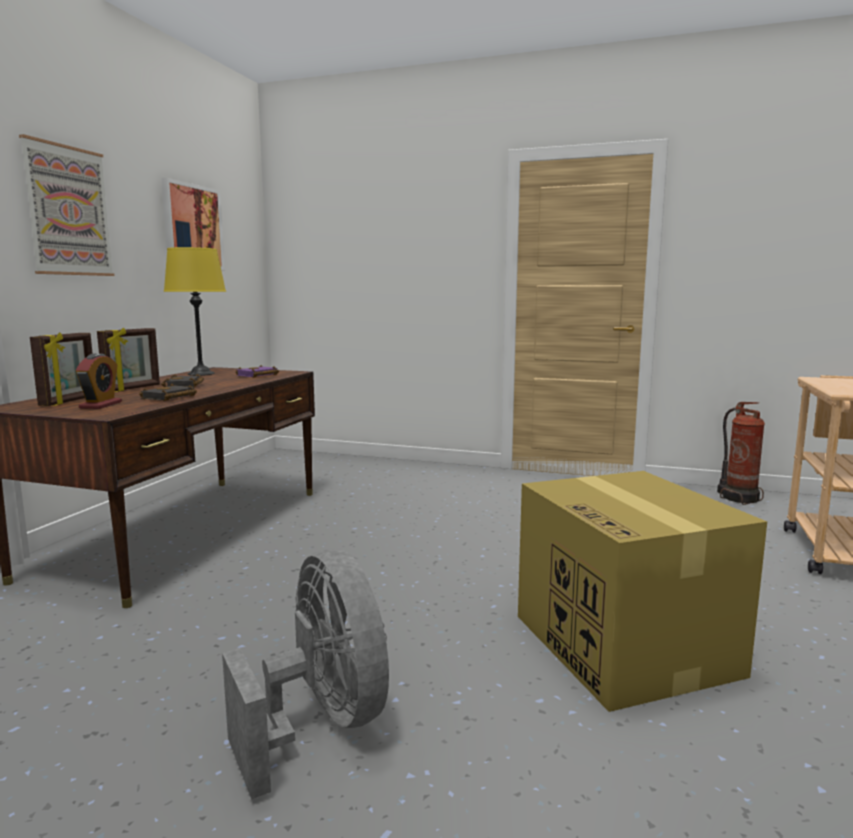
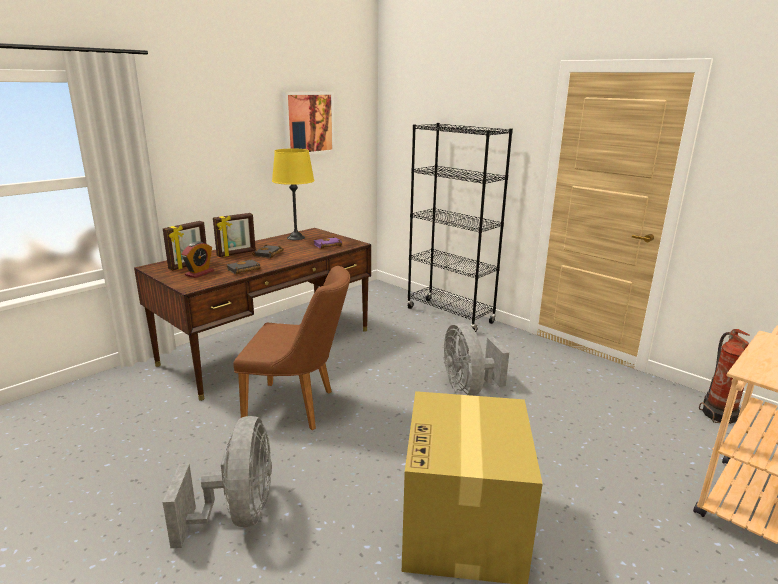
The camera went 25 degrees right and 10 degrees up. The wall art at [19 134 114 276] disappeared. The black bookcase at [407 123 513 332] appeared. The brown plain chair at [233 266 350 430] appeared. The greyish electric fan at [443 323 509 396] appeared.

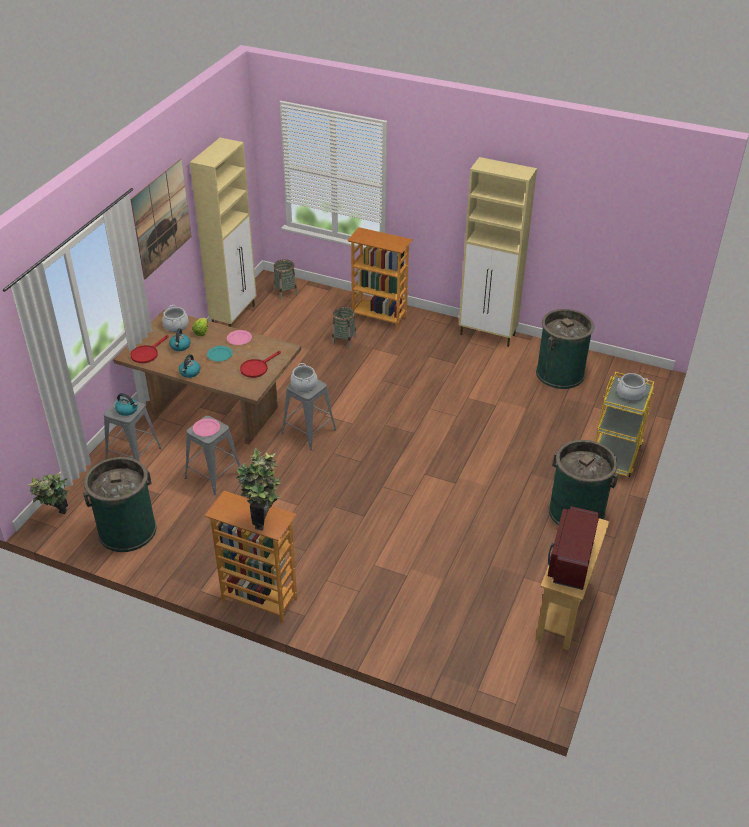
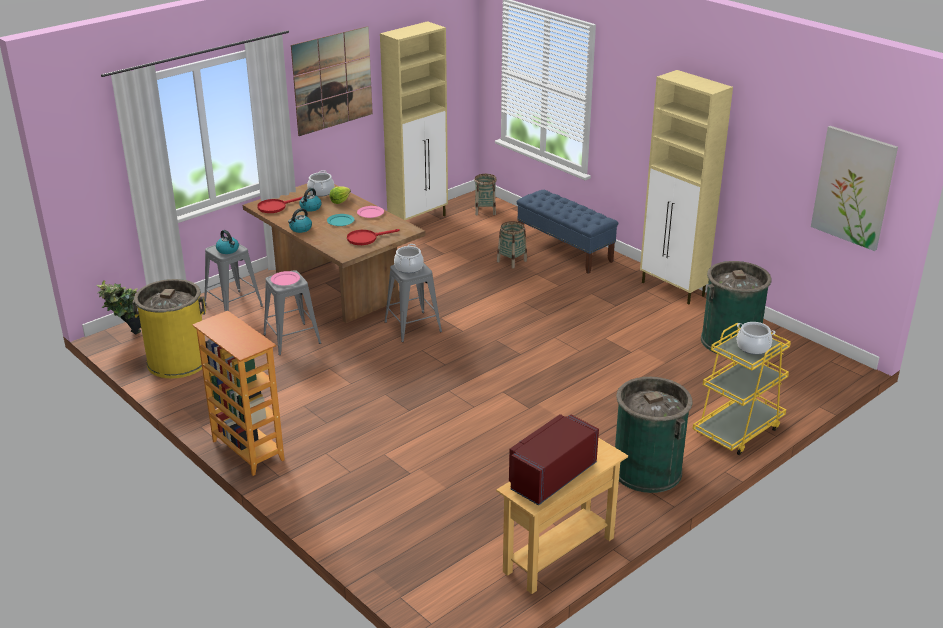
The camera went 25 degrees right and 10 degrees down. The bookcase at [348 227 413 331] was replaced by the blue-coloured long seat at [517 190 618 274]. The potted plant at [236 448 281 531] disappeared. The greenish waste bin at [83 457 156 552] became the yellowish waste bin at [132 279 208 378]. The wall art at [811 126 898 251] appeared.

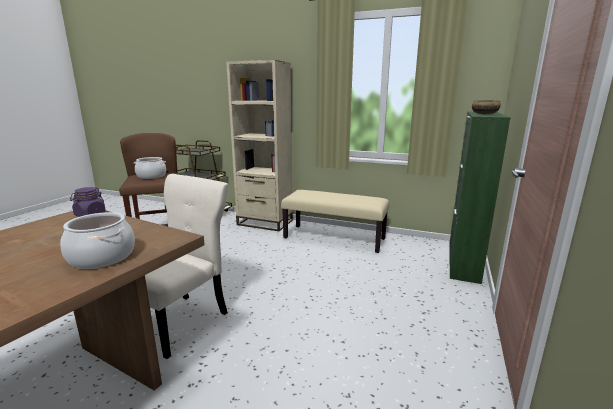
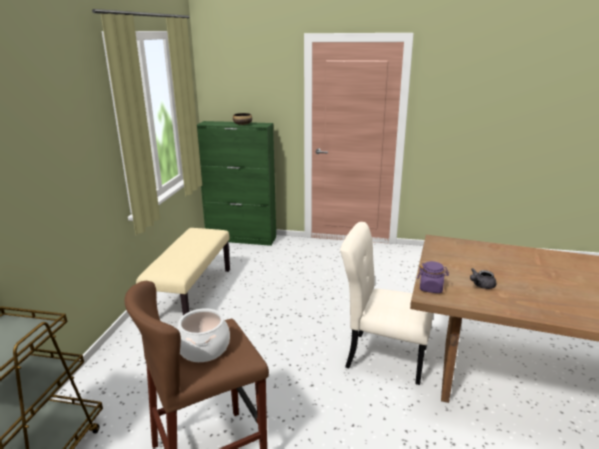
The camera went 100 degrees left and 5 degrees up. The beige-coloured bookcase at [226 60 293 231] disappeared. The cooking pot at [60 212 135 269] disappeared. The greyish tea pot at [470 268 496 289] appeared.

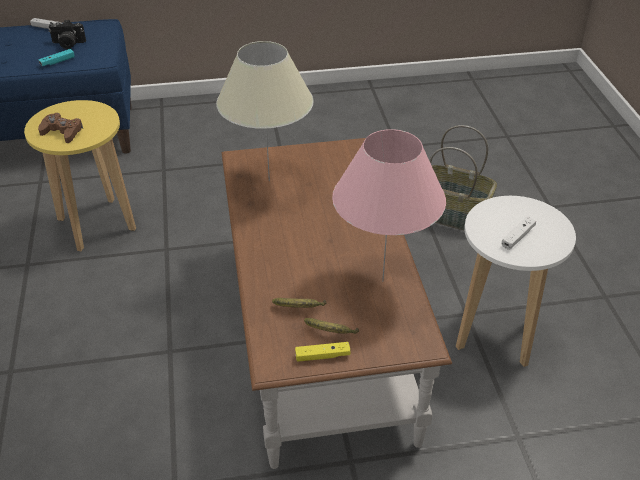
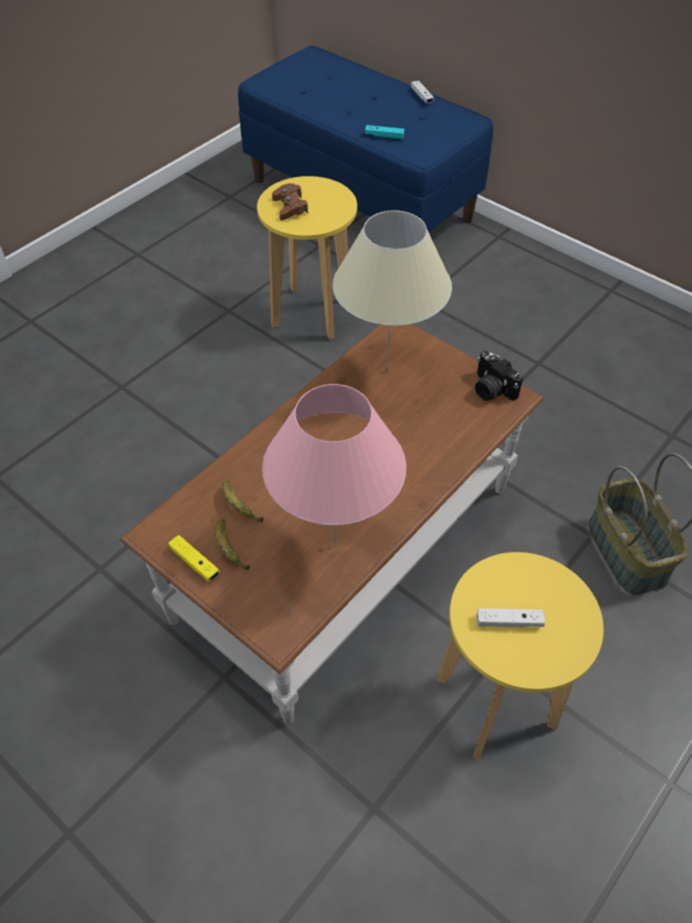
The camera went 50 degrees right and 10 degrees up. The photo camera moved from [49 20 86 49] to [475 351 523 401]. The white stool seat at [456 196 576 367] became the yellowish stool seat at [437 552 604 760].

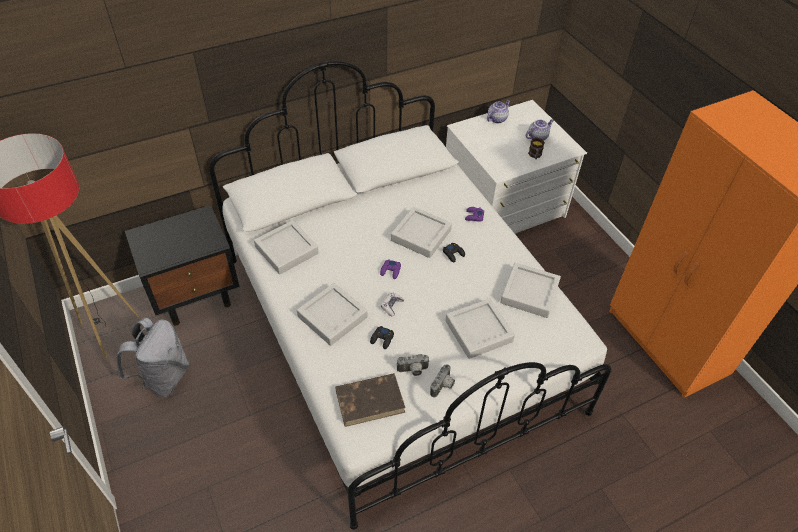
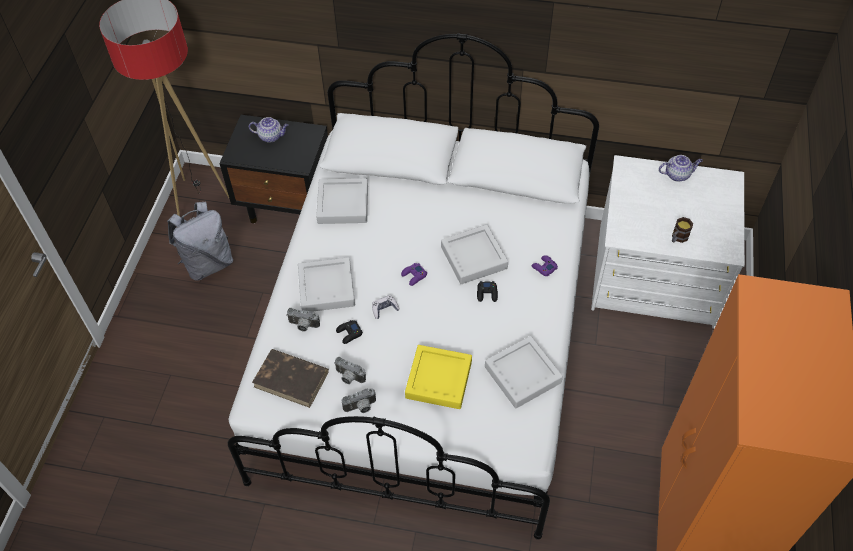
The camera went 40 degrees right and 5 degrees up. The tea pot moved from [526 119 554 141] to [249 117 288 143]. The greyish serving tray at [445 298 515 359] became the yellowish serving tray at [405 345 472 409]. The photo camera at [286 308 320 332] appeared.

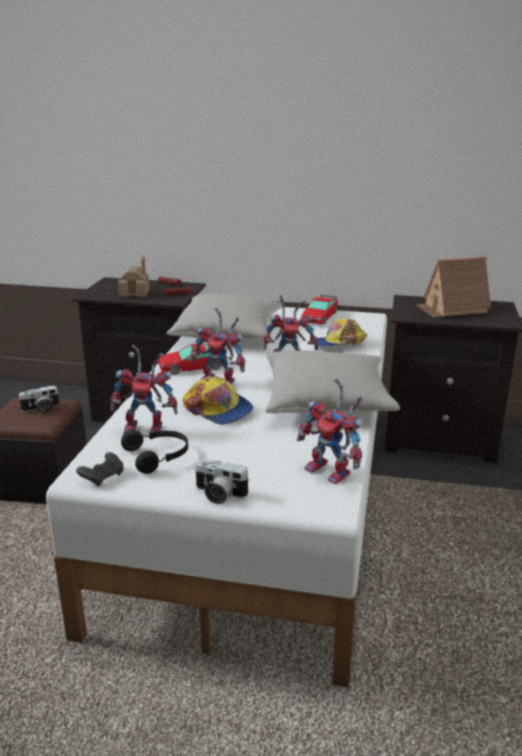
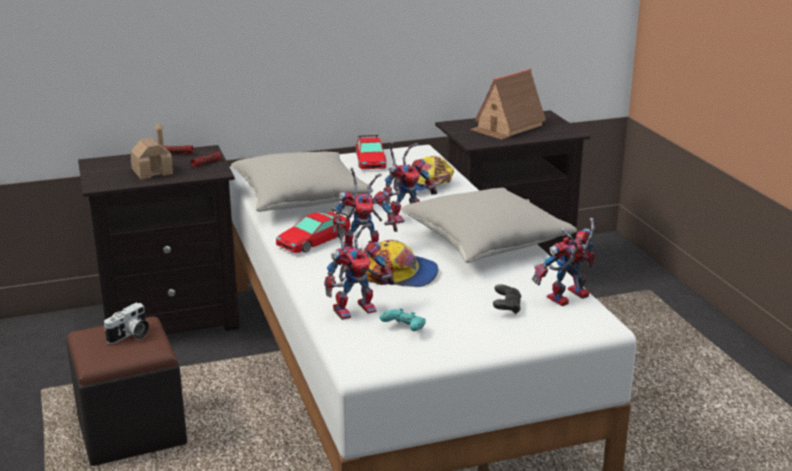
The camera went 30 degrees left and 0 degrees up. The robot figure at [297 378 364 484] turned 135 degrees clockwise. The black headphones at [121 430 188 474] was replaced by the turquoise-coloured joypad at [379 308 426 331]. The black joypad moved from [76 452 124 487] to [493 284 521 315]. The photo camera at [194 460 250 504] disappeared.

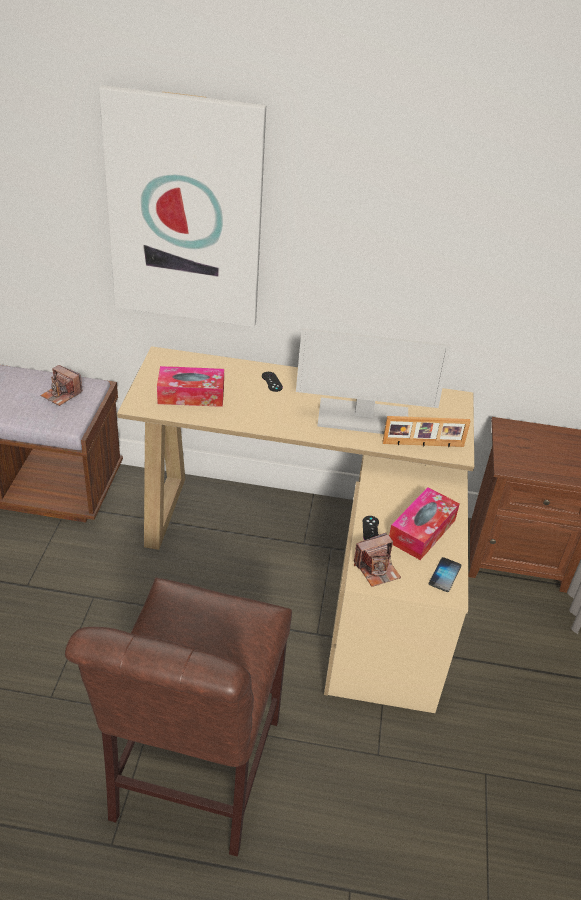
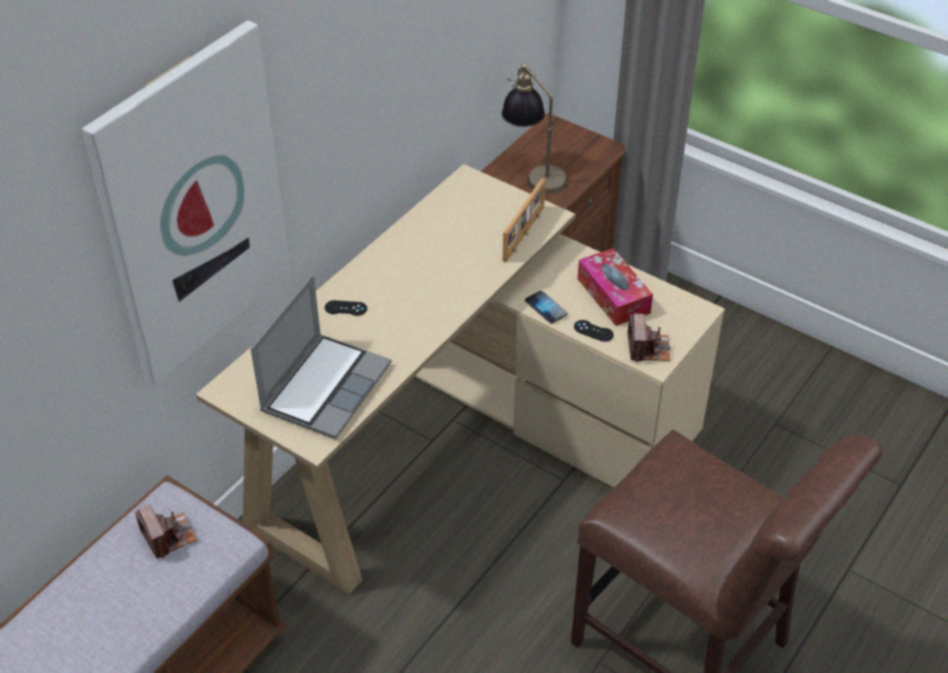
The camera went 60 degrees left and 5 degrees up. The computer display at [296 328 451 434] disappeared. The photo camera at [40 365 83 406] turned 90 degrees counterclockwise. The box of tissues at [157 366 224 407] was replaced by the portable computer at [250 275 391 439]. The phone moved from [429 557 461 592] to [525 291 568 323]. The table lamp at [502 63 568 195] appeared.

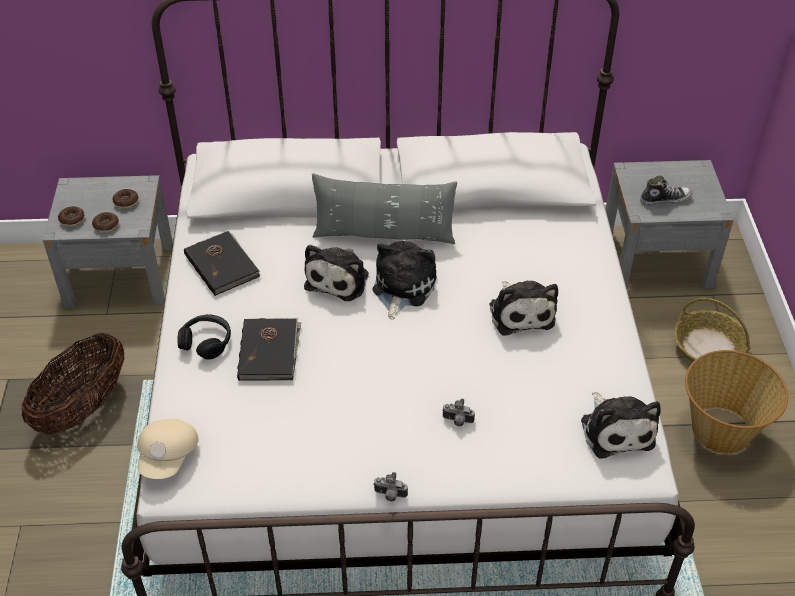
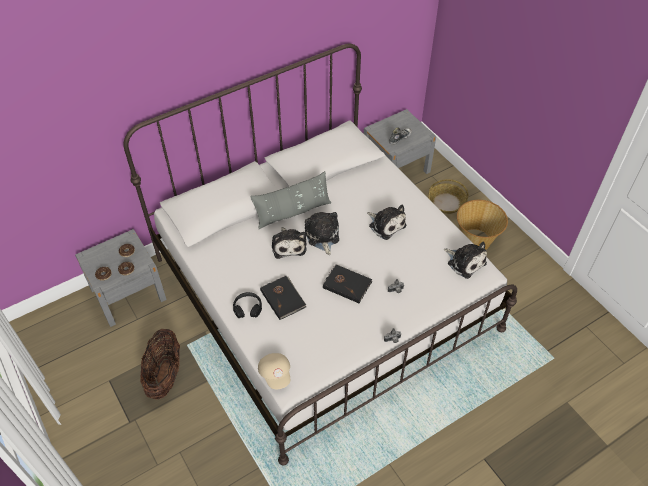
The camera went 30 degrees left and 5 degrees up. The black bound book moved from [184 230 260 296] to [323 264 373 303].

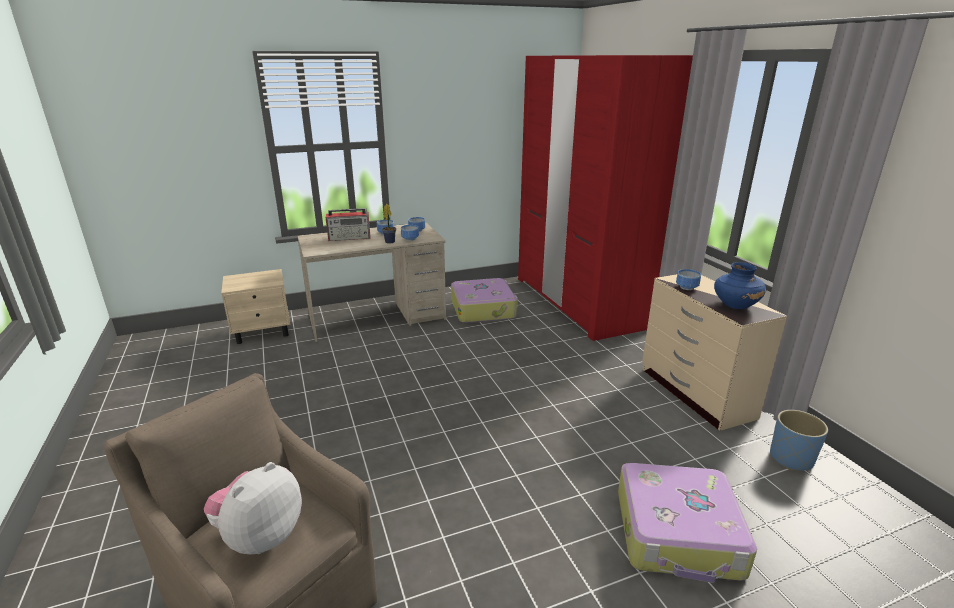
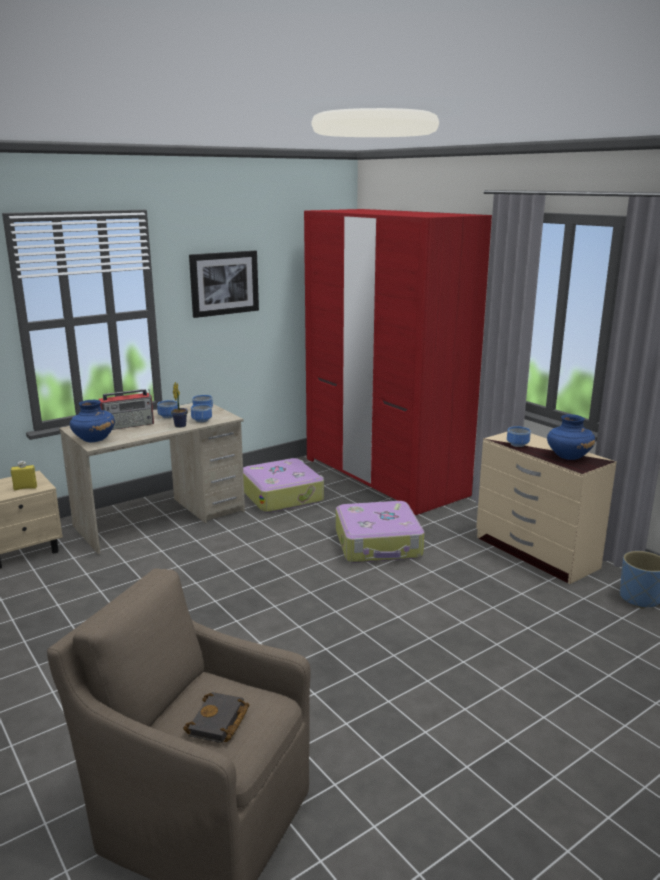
The camera went 15 degrees left and 5 degrees down. The plush toy at [204 462 302 555] was replaced by the black bound book at [183 692 250 743]. The travel case moved from [618 463 757 583] to [336 501 425 563]. The wall art at [189 251 259 318] appeared. The blue-coloured decorative vase at [70 400 115 442] appeared. The yellowish beverage bottle at [11 461 37 491] appeared.

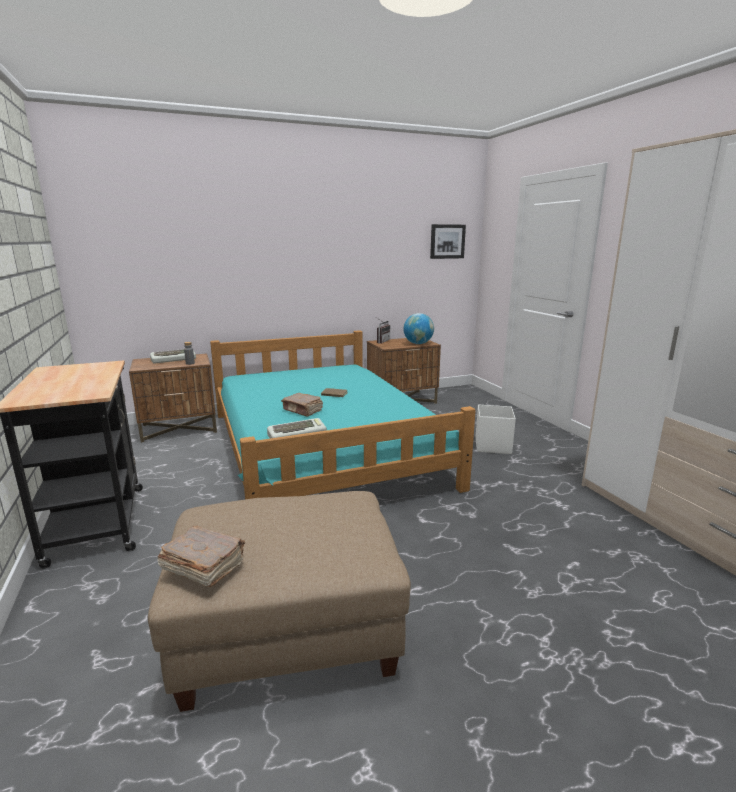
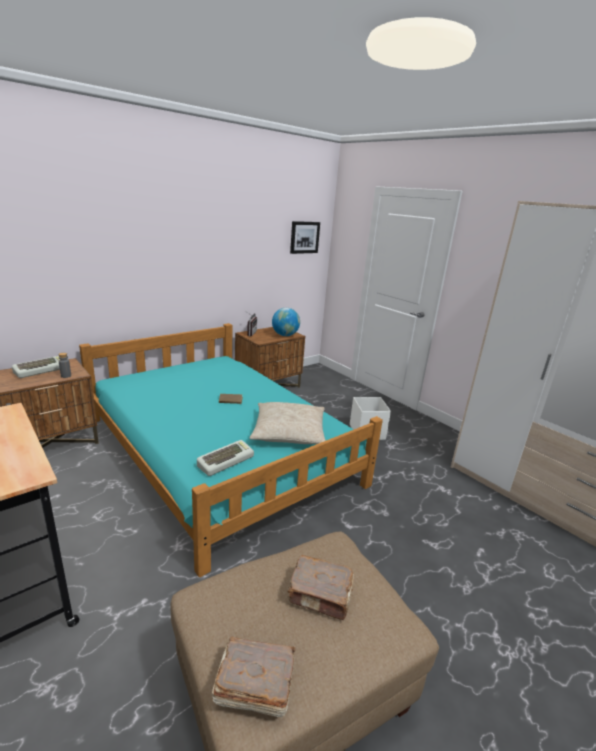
The camera went 20 degrees left and 5 degrees up. The brown bound book moved from [281 393 323 417] to [288 555 354 620]. The beige-coloured throw pillow at [250 402 326 444] appeared.

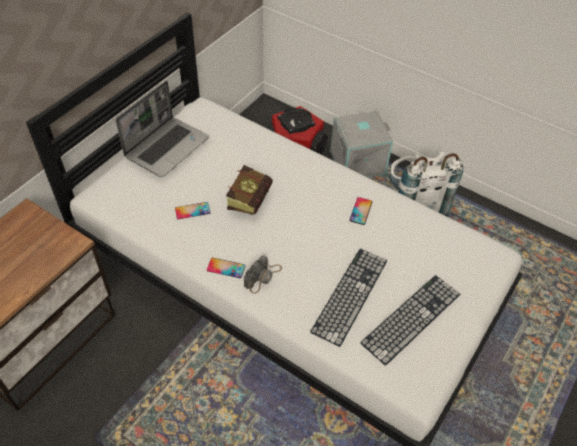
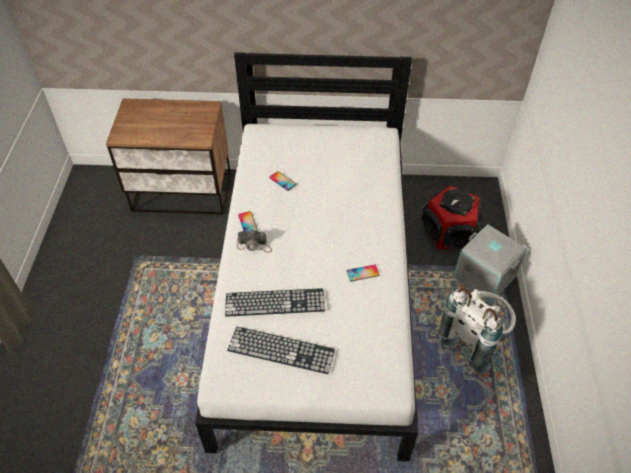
The camera went 60 degrees right and 0 degrees up. The portable computer at [116 81 209 177] disappeared. The bound book at [226 165 273 215] disappeared.

